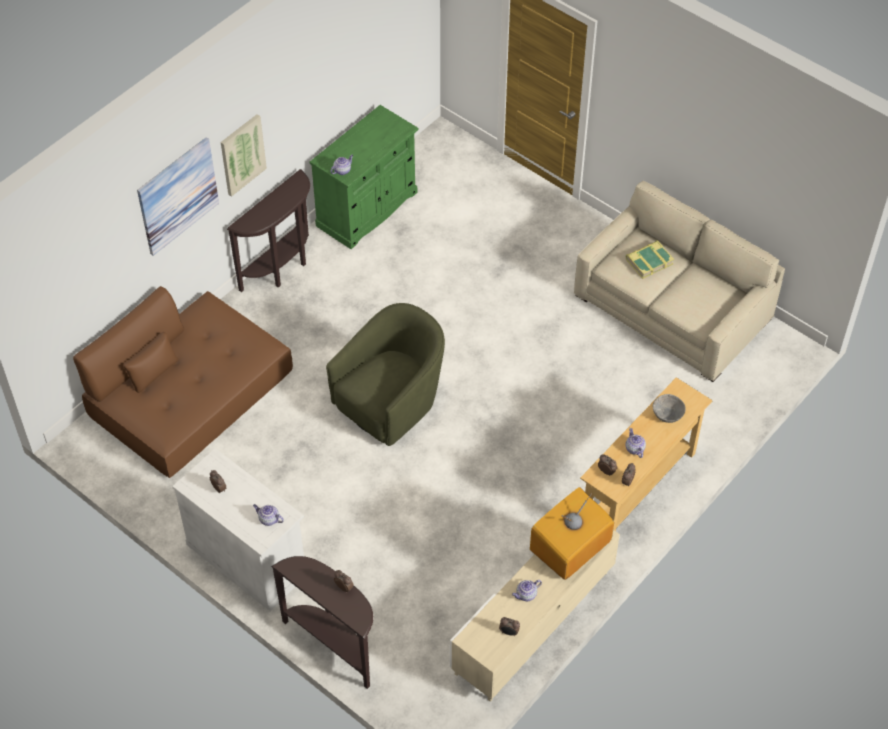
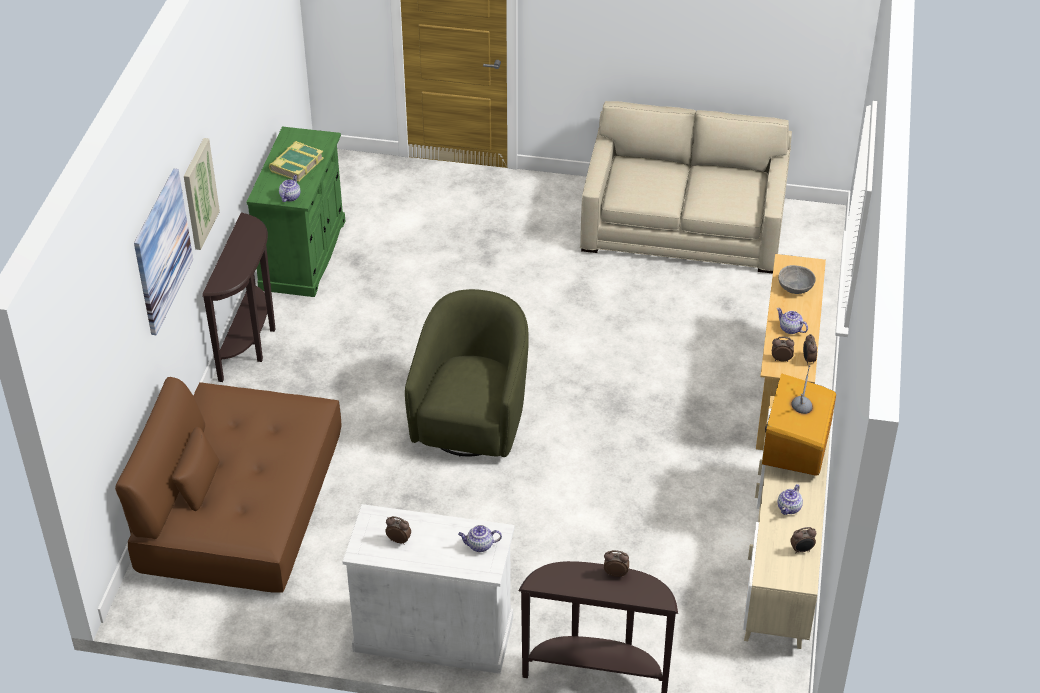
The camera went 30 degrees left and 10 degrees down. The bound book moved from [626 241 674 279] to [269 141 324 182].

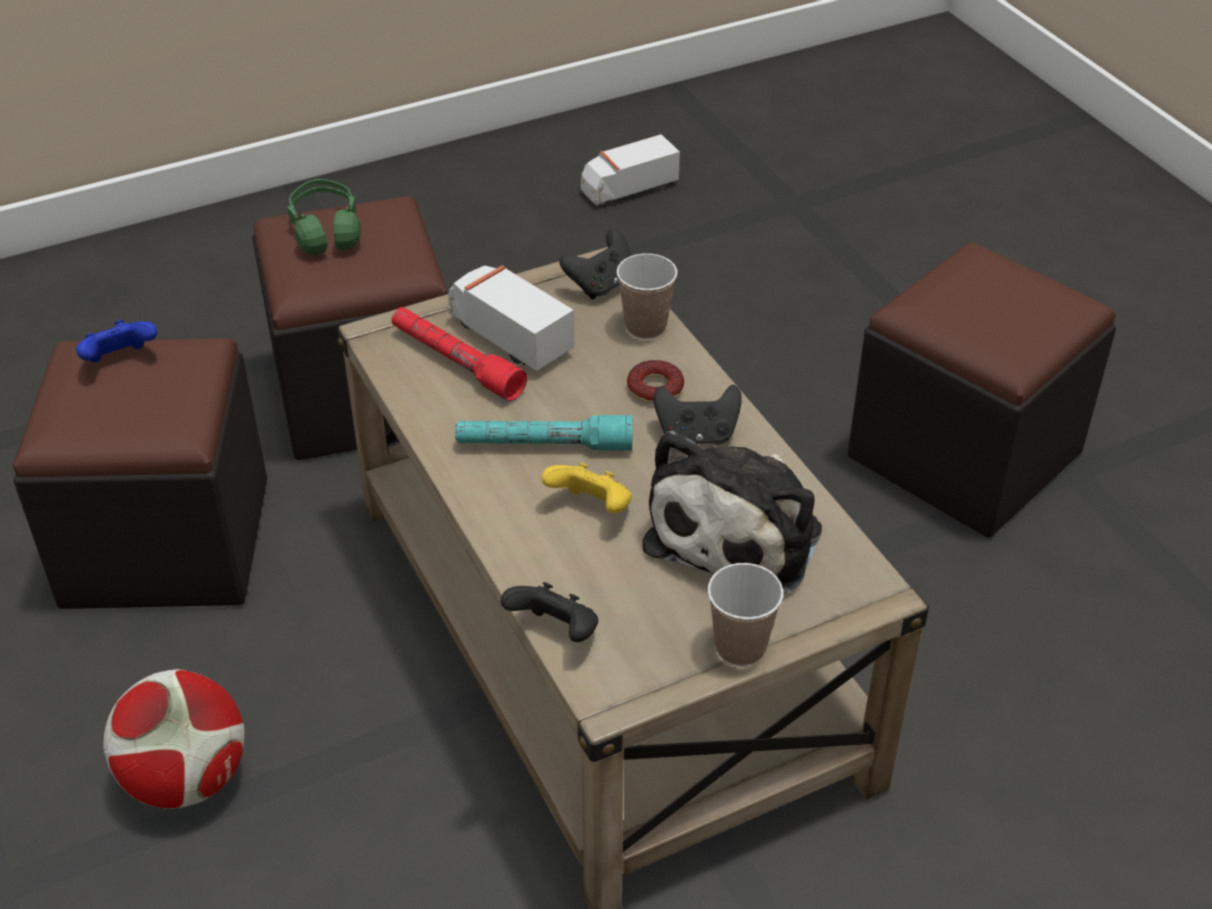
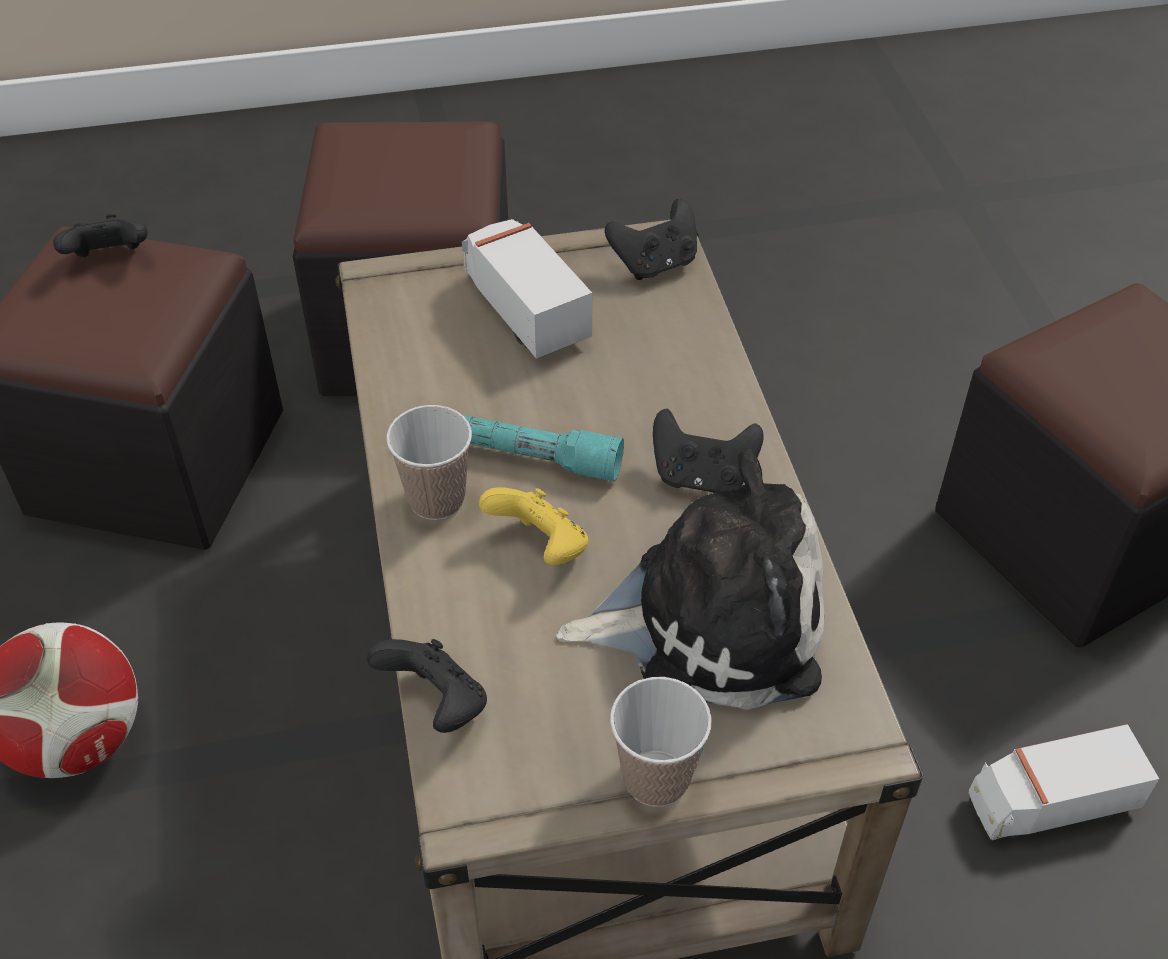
The camera went 15 degrees right and 5 degrees up. The toy truck moved from [581 134 680 205] to [968 724 1159 840]. The greenish headphones at [287 179 361 255] disappeared. The cup moved from [617 253 678 339] to [386 405 472 520]. The reddish flashlight at [392 307 527 401] disappeared. The blue-coloured joypad at [76 320 157 362] became the black joypad at [53 214 148 257]. The donut at [627 360 684 404] disappeared. The plush toy at [642 430 822 594] turned 135 degrees counterclockwise.

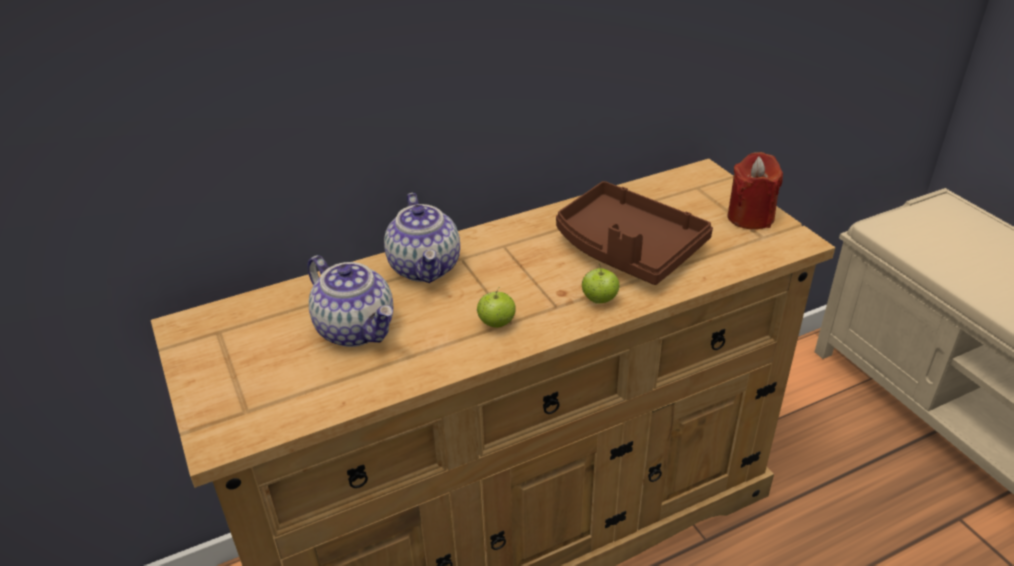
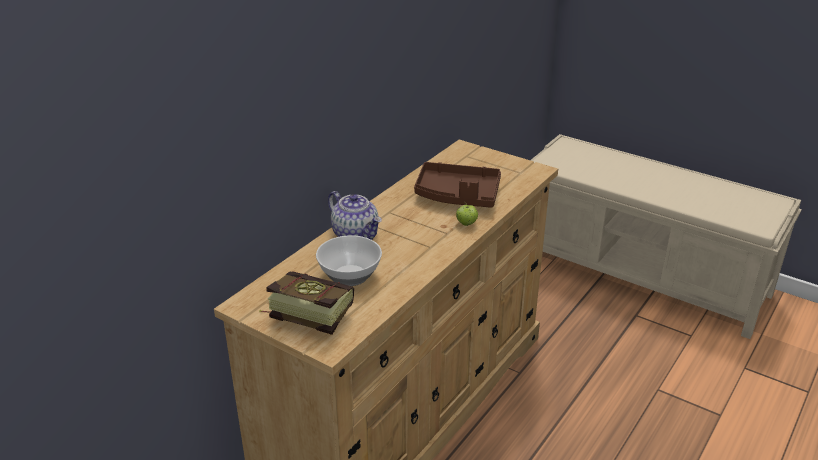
The camera went 30 degrees left and 5 degrees down. The reddish wax candle at [727 152 783 230] disappeared. The tea pot at [307 255 393 347] was replaced by the bowl at [316 235 382 286]. The apple fruit at [477 287 516 328] disappeared. The bound book at [260 271 354 335] appeared.

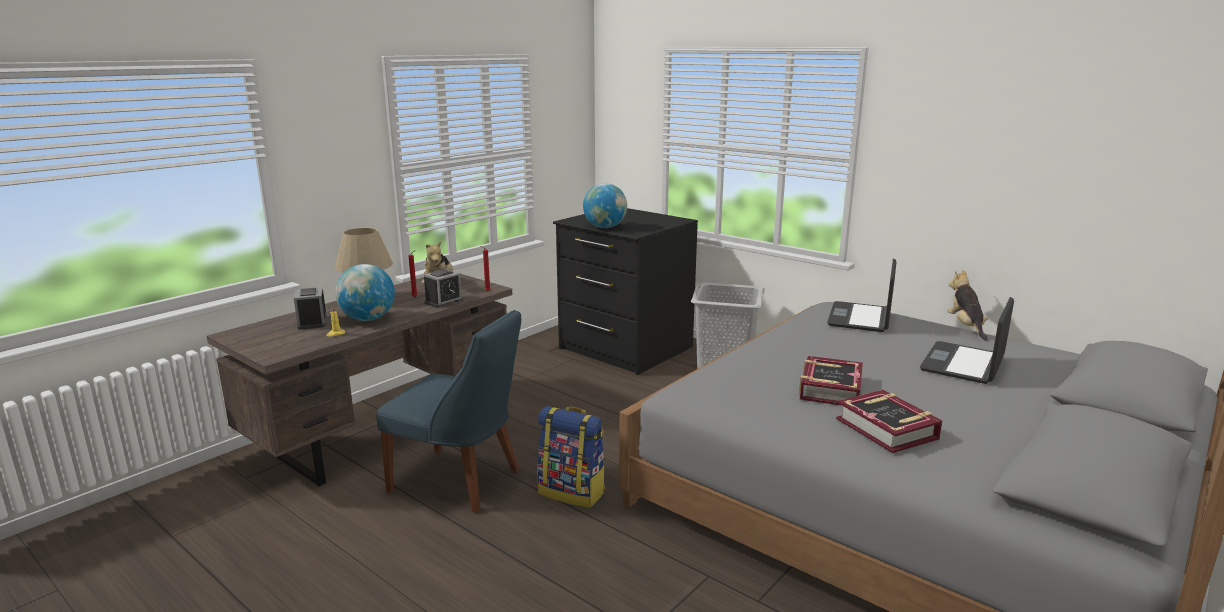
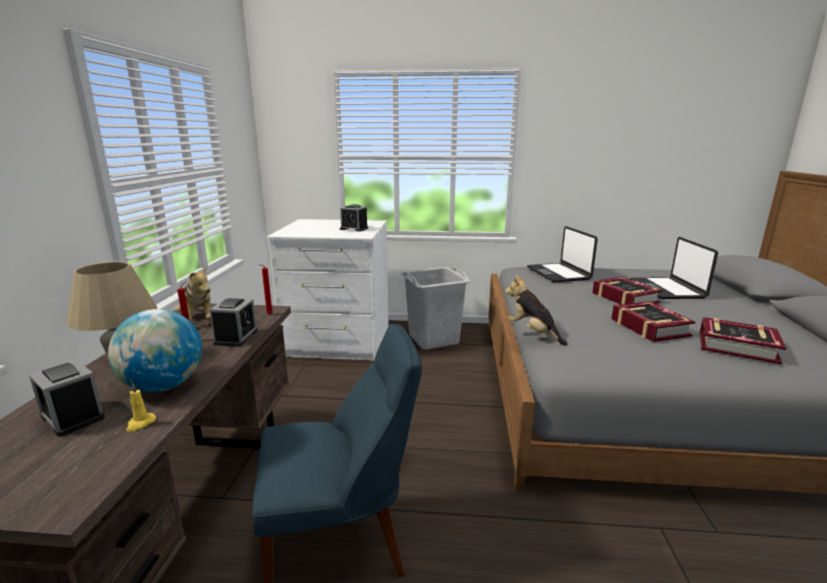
The camera went 35 degrees left and 0 degrees up. The globe at [583 183 627 228] disappeared. The black dresser at [553 208 698 375] became the white dresser at [267 219 389 361]. The plush toy moved from [948 270 988 341] to [505 275 568 346]. The knapsack at [537 406 605 508] disappeared. The table clock at [340 204 368 232] appeared. The bound book at [592 277 663 305] appeared.

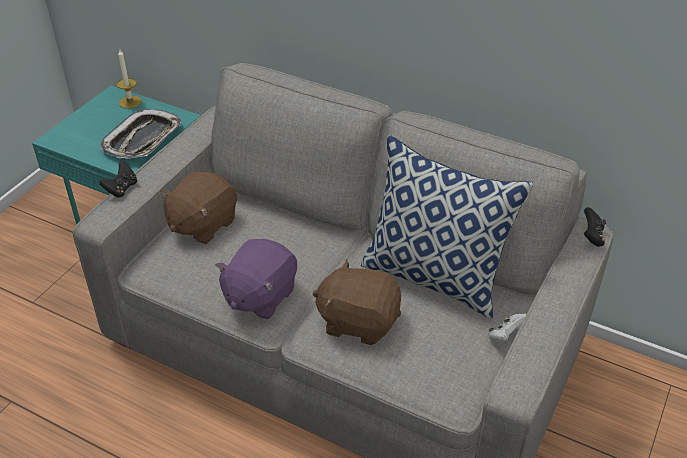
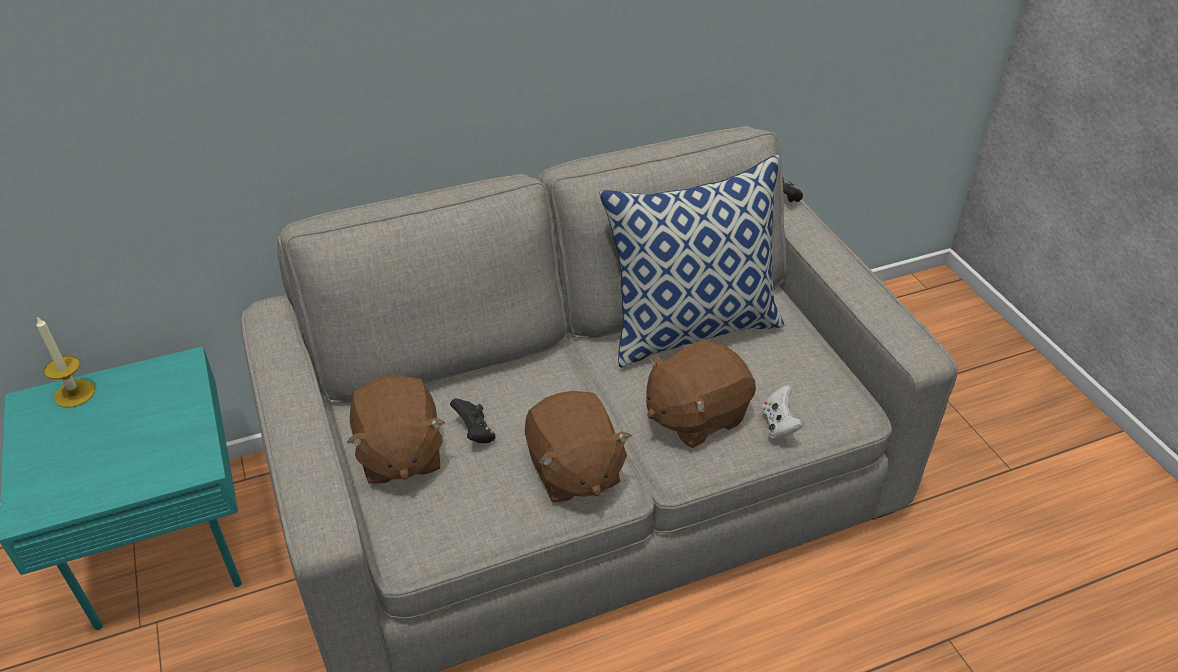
The camera went 50 degrees left and 0 degrees up. The serving tray at [100 109 181 159] disappeared. The black joypad moved from [99 161 137 198] to [450 398 496 443]. The purplish plush toy at [216 239 297 319] became the brown plush toy at [525 391 631 503]. The white joypad moved from [488 314 526 343] to [761 385 804 439].

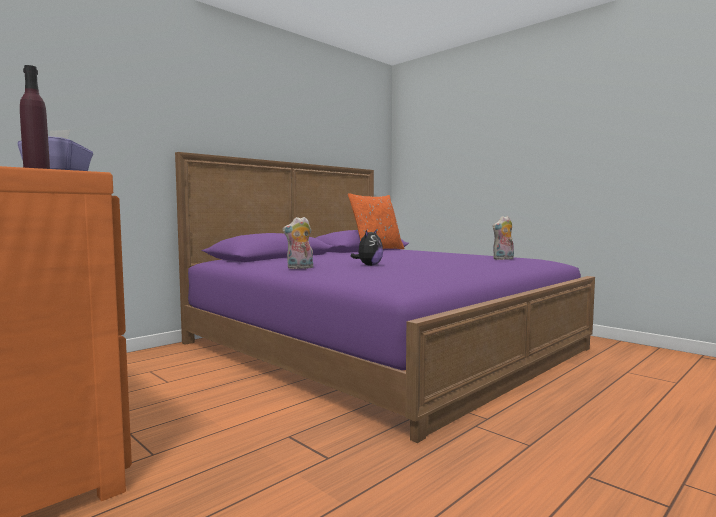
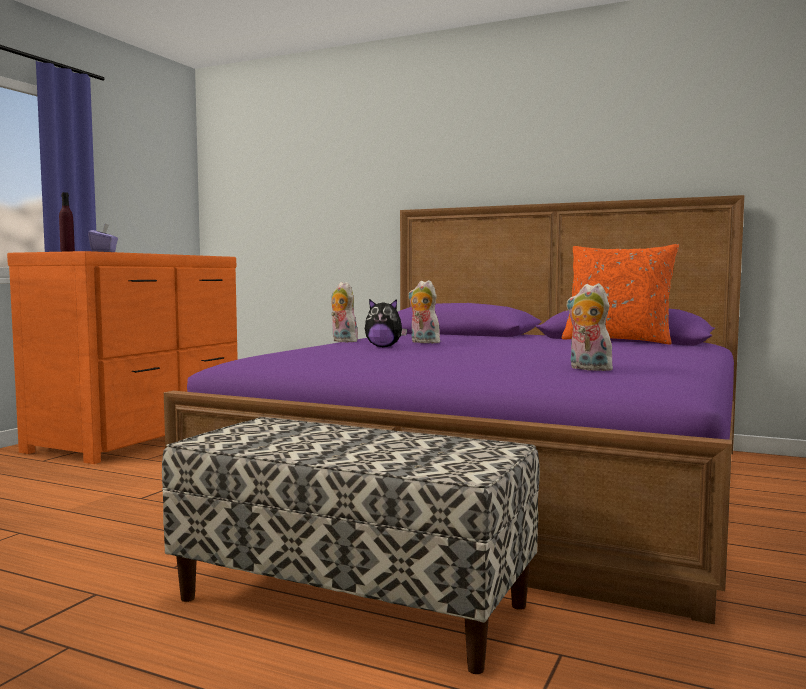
The camera went 70 degrees right and 0 degrees up. The plush toy at [408 280 440 343] appeared. The long seat at [162 417 540 674] appeared.

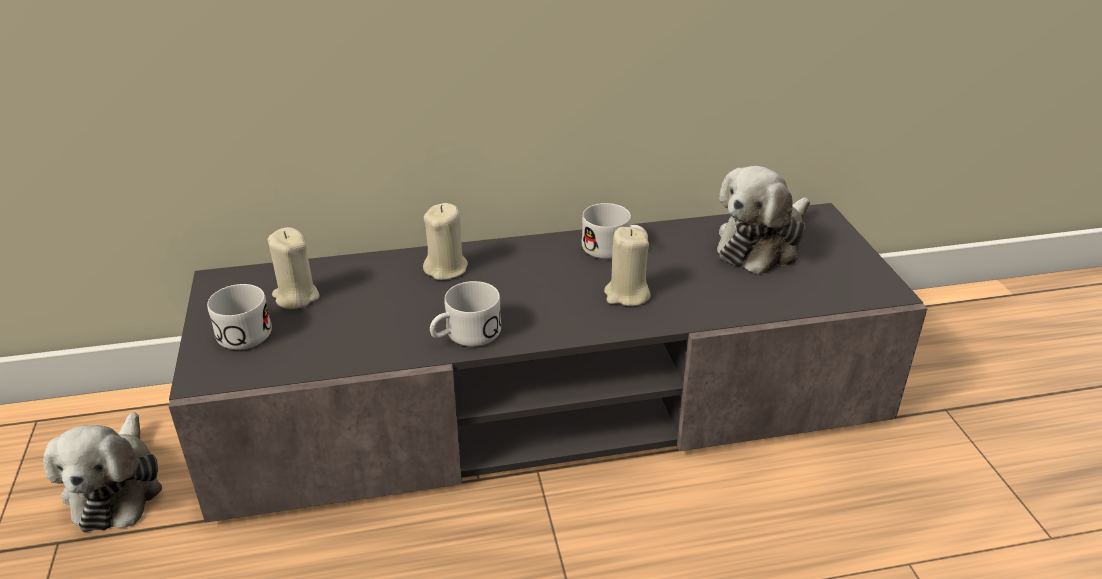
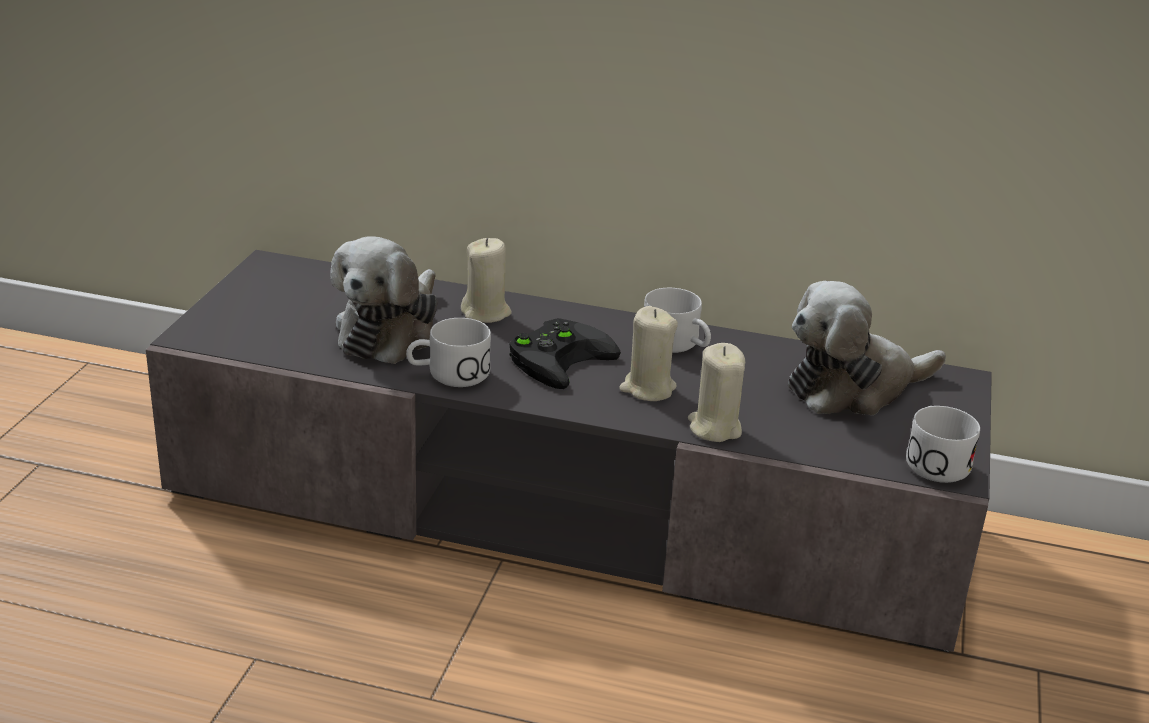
The camera went 25 degrees right and 5 degrees down. The beige-coloured wax candle moved from [268 227 320 309] to [688 343 745 442]. The white tea mug moved from [207 284 272 350] to [906 406 980 483]. The plush toy moved from [43 412 162 532] to [330 236 438 364]. The black joypad at [509 318 621 389] appeared.

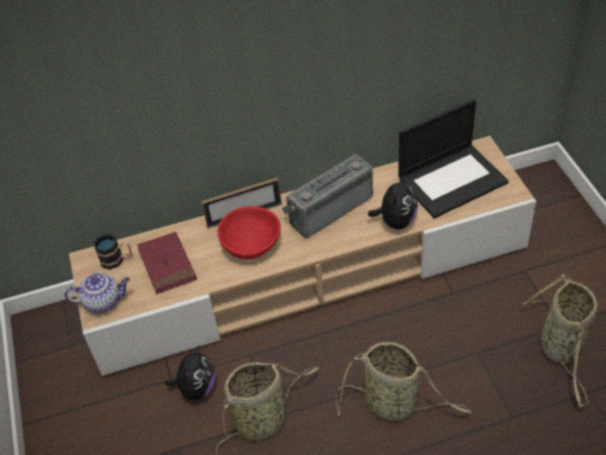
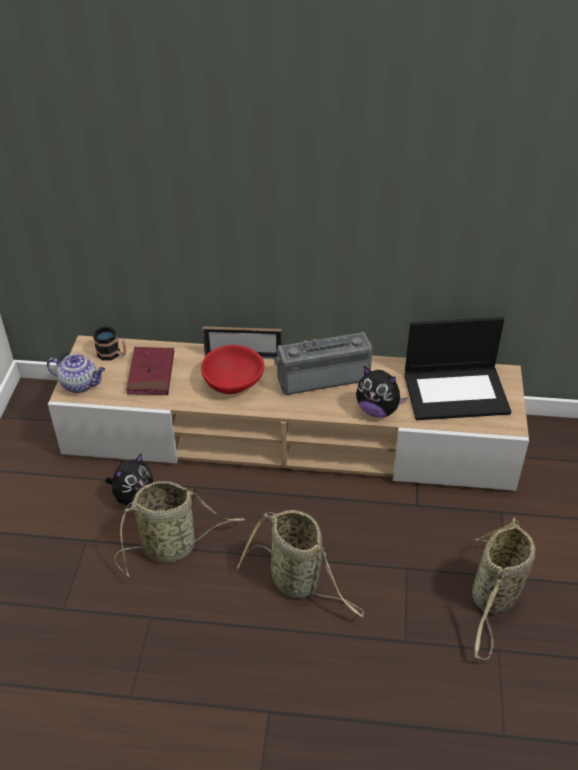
The camera went 20 degrees right and 5 degrees down. The plush toy at [368 173 418 229] turned 75 degrees clockwise.

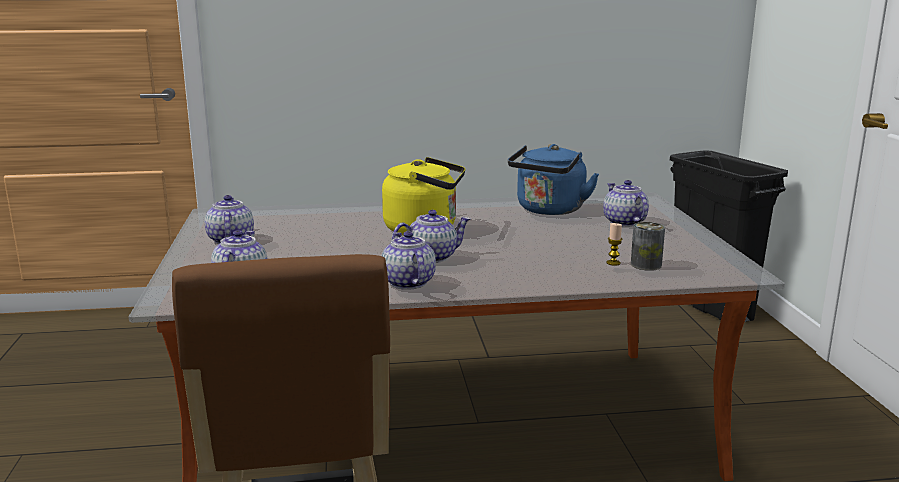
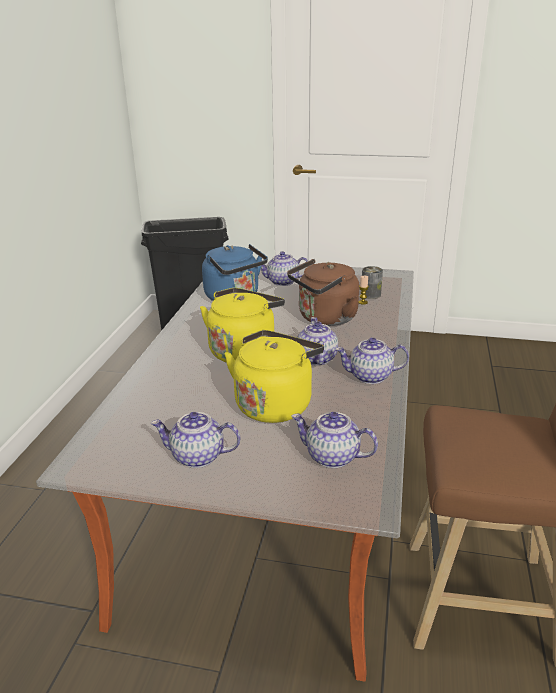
The camera went 70 degrees left and 10 degrees up. The brown kettle at [287 259 359 326] appeared. The yellowish kettle at [224 330 324 423] appeared.

